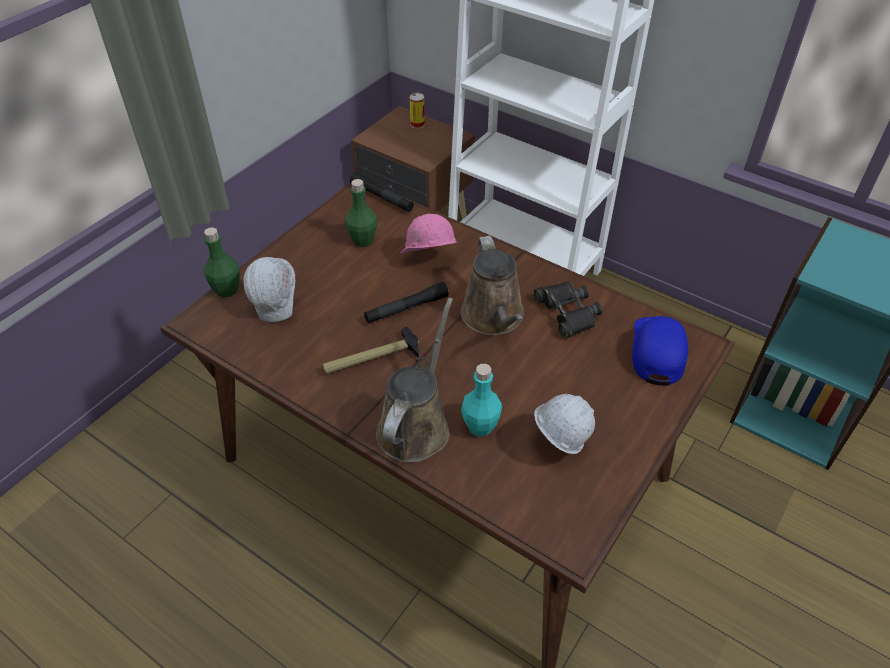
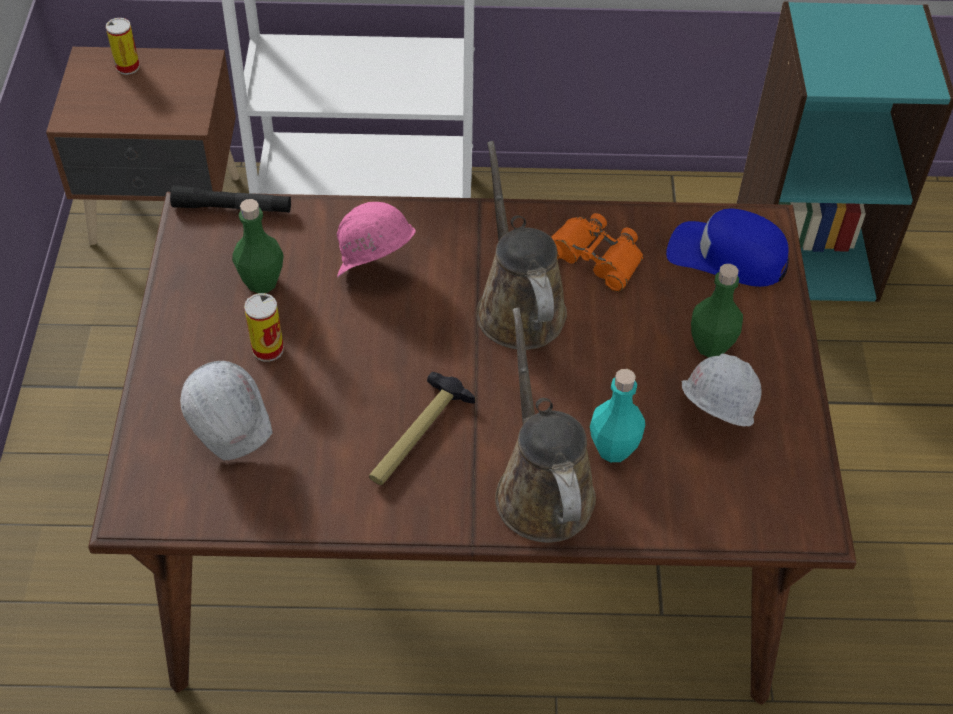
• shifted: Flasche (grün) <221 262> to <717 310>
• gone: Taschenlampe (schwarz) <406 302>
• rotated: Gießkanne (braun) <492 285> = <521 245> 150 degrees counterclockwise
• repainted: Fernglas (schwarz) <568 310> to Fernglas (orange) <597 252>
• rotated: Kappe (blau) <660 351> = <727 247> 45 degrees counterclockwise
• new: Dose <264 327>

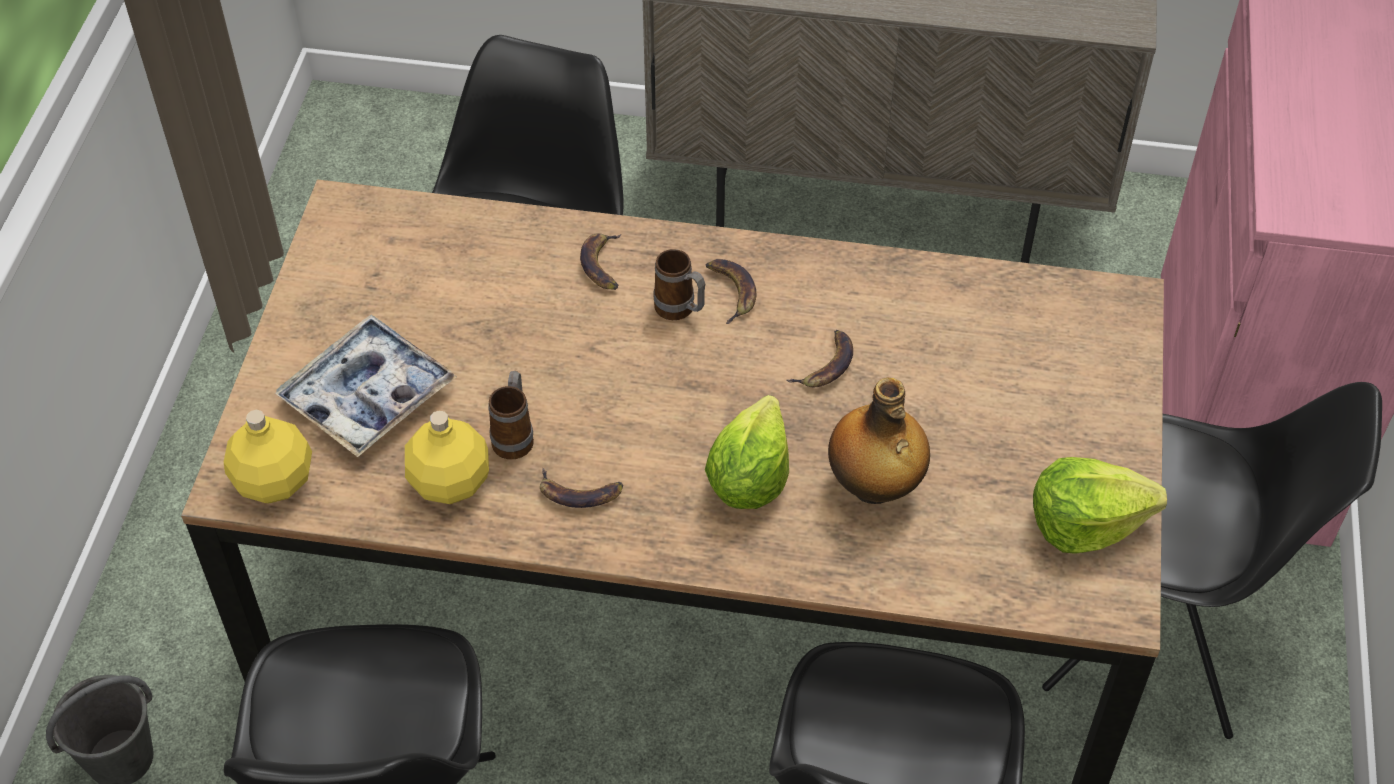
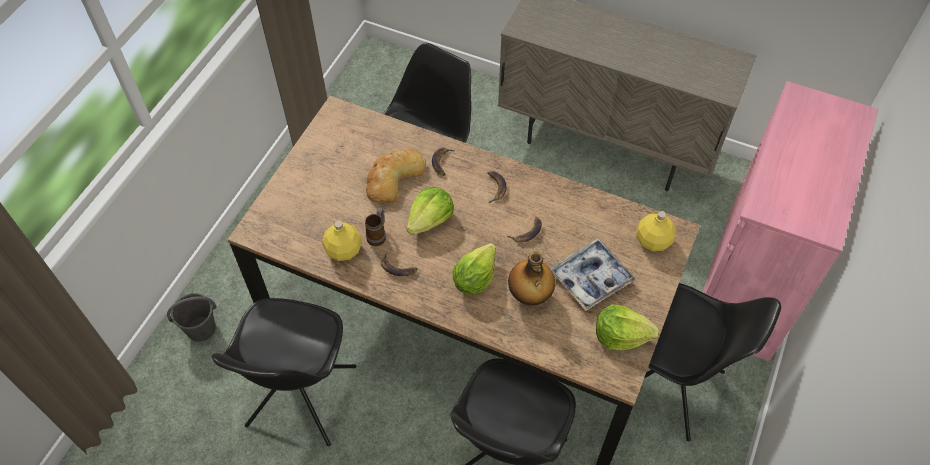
• shifted: Flasche (gelb) <268 457> to <656 231>
• shifted: Tablett <366 386> to <593 274>
• gone: Henkelbecher <679 284>
• new: Brot <396 176>
• new: Salatkopf <430 211>

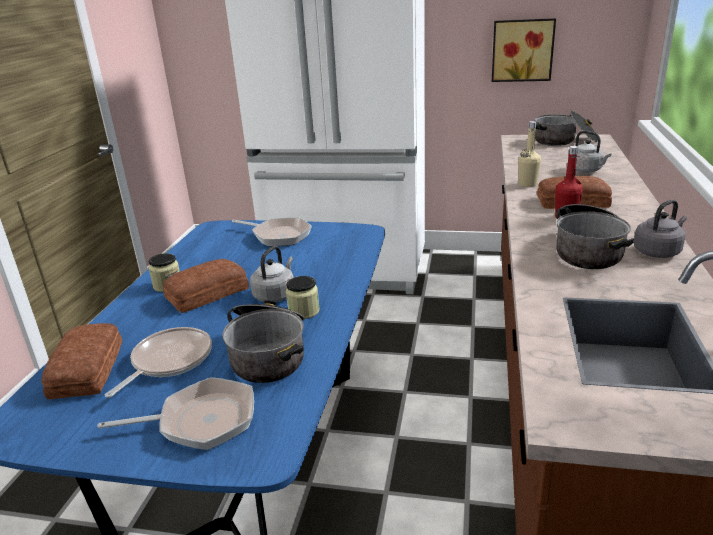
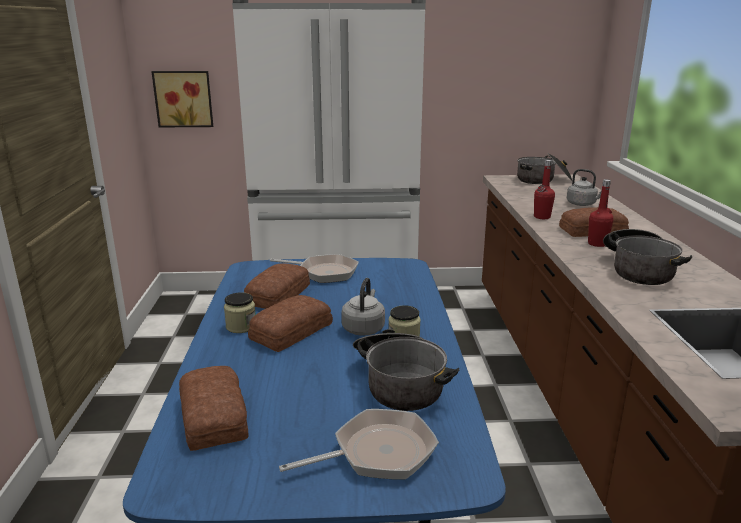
• gone: Pfanne <158 362>
• shifted: Bild <524 50> to <182 99>
• repainted: Flasche (beige) <529 154> to Flasche (rot) <544 189>
• gone: Wasserkessel (grau) <660 228>
• new: Brot <277 286>

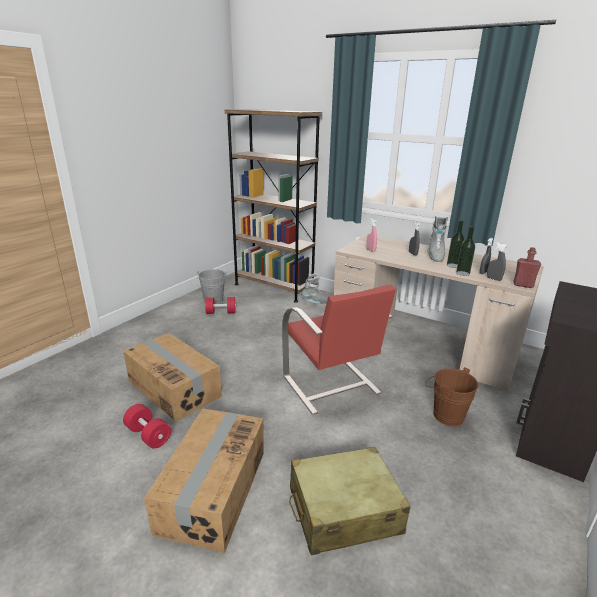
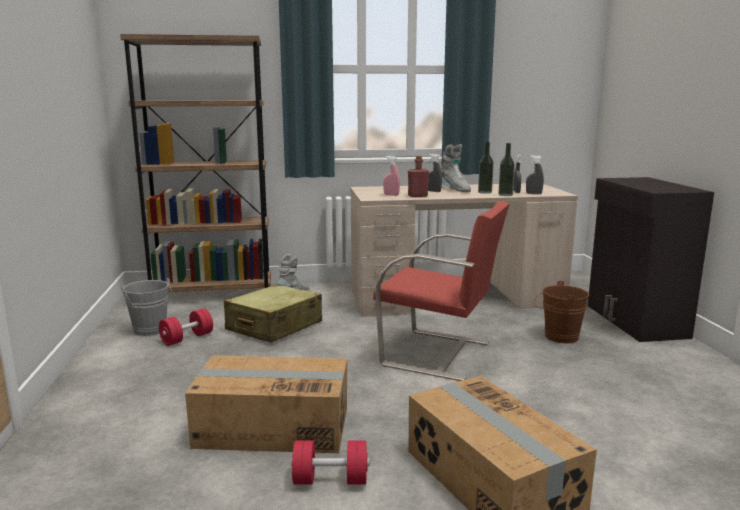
• shifted: Koffer (beige) <349 501> to <273 313>
• shifted: Flasche (rot) <527 267> to <418 176>

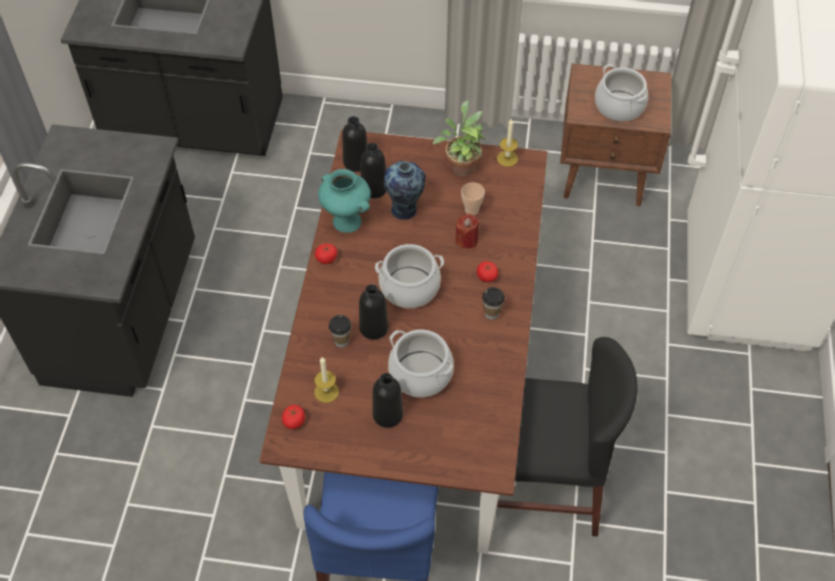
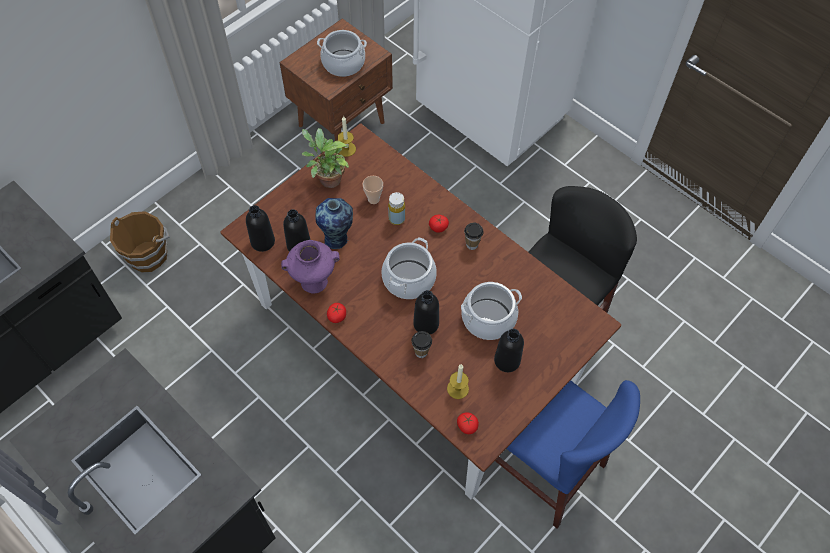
• repainted: Vase (türkis) <344 201> to Vase (lila) <310 266>
• swapped: Kerze (rot) <467 231> to Flasche (gelb) <396 208>
• new: Eimer (braun) <140 242>

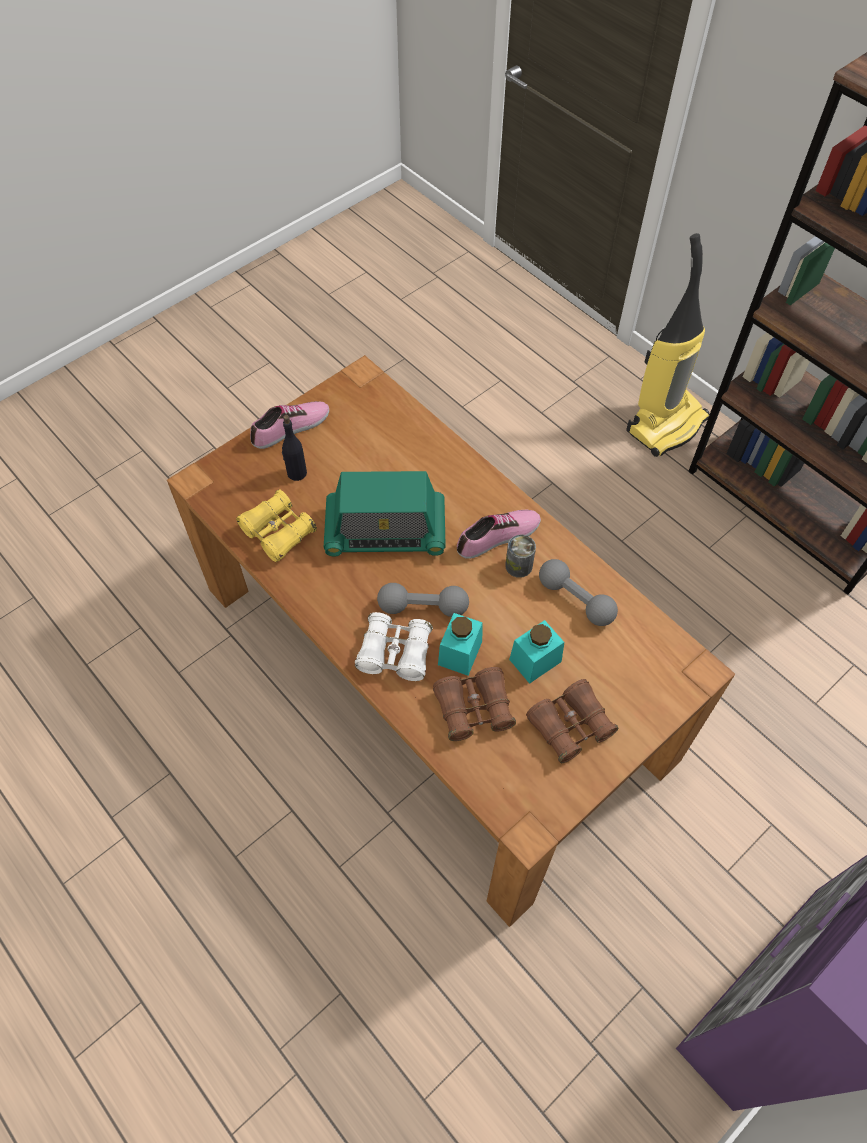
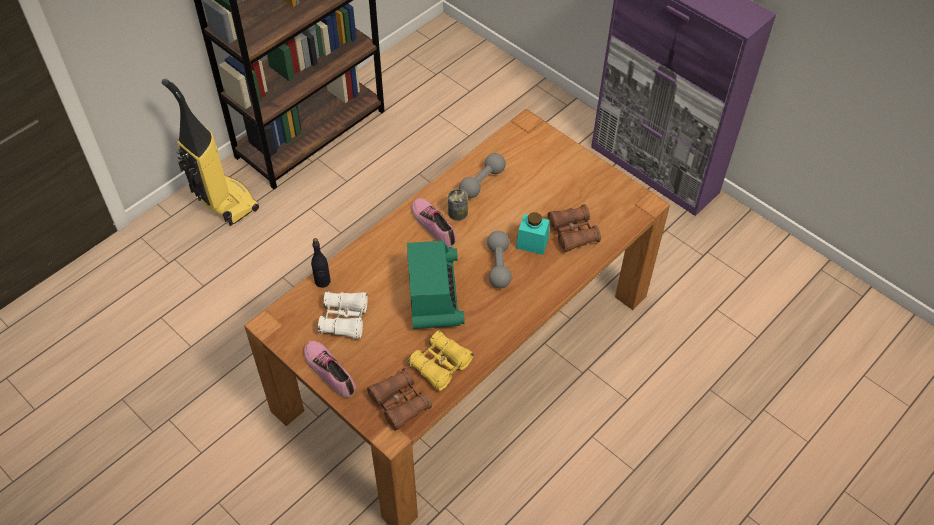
• shifted: Flasche (schwarz) <294 448> to <321 263>
• shifted: Fernglas (weiß) <394 646> to <343 315>
• gone: Vorratsglas (türkis) <536 652>
• shifted: Fernglas (braun) <572 721> to <399 399>

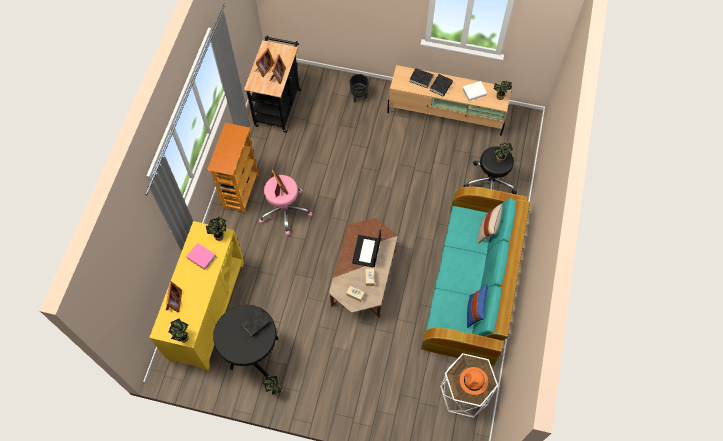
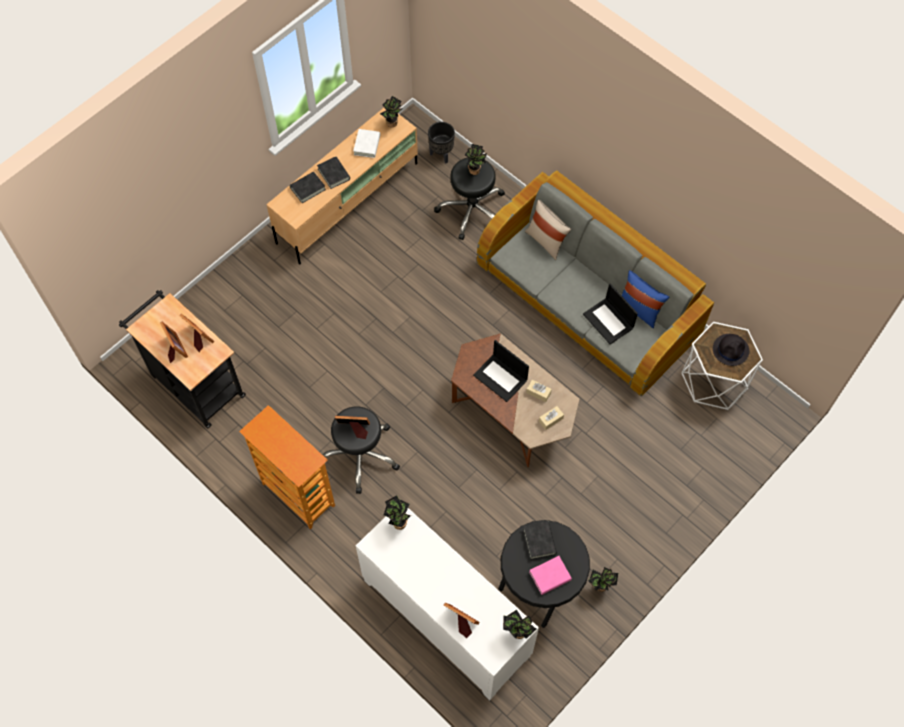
• repainted: Schrank (gelb) <196 296> to Schrank (weiß) <447 604>
• shifted: Buch (rosa) <201 256> to <550 575>
• repainted: Hocker (rosa) <286 205> to Hocker (schwarz) <361 450>
• shifted: Pflanzkübel (schwarz) <359 88> to <441 143>
• repainted: Sofa (türkis) <475 276> to Sofa (grau) <595 283>
• repainted: Hut (orange) <474 381> to Hut (schwarz) <731 350>
• new: Laptop <610 314>

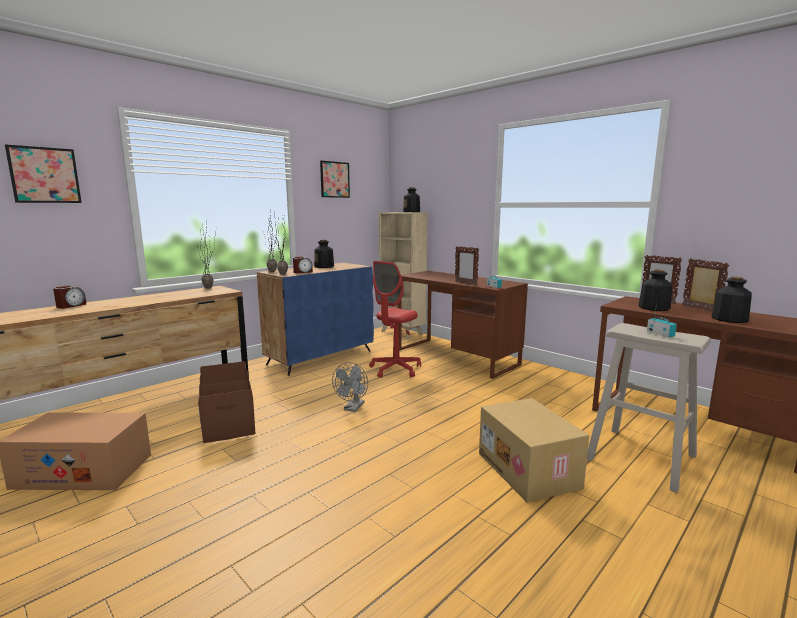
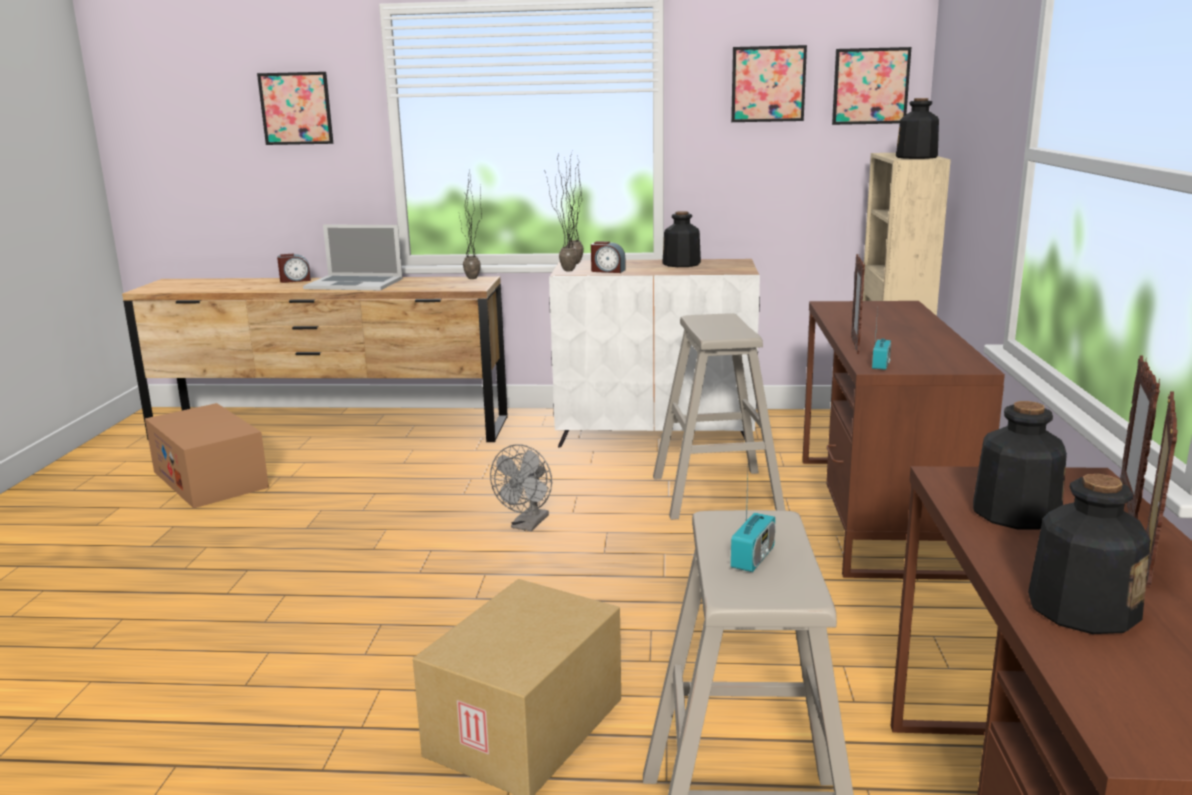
• gone: Aufbewahrungsbox (braun) <226 402>
• repainted: Schrank (blau) <315 319> to Schrank (weiß) <654 353>
• rotated: Ventilator (grau) <350 387> = <521 487> 45 degrees counterclockwise
• swapped: Bürostuhl (rot) <395 319> to Hocker (beige) <719 416>
• new: Laptop <353 257>
• new: Bild <871 86>

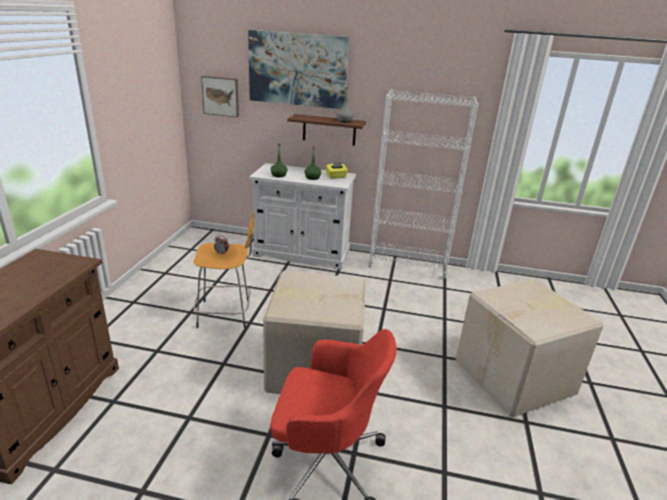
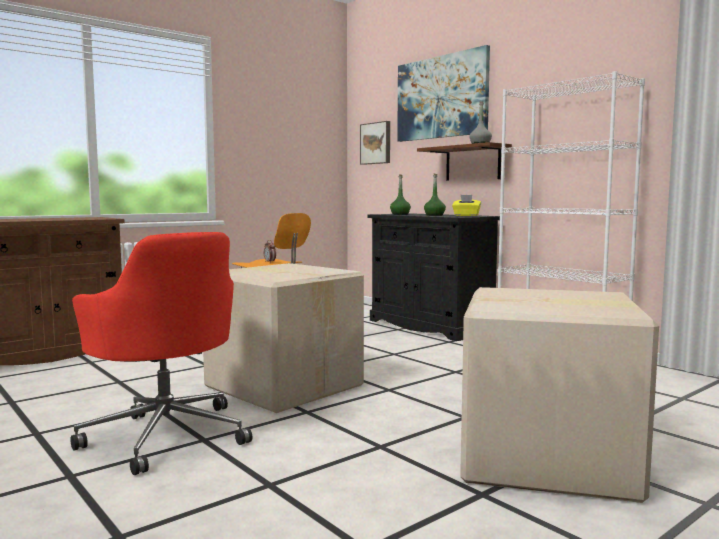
• repainted: Schrank (weiß) <302 216> to Schrank (schwarz) <434 277>

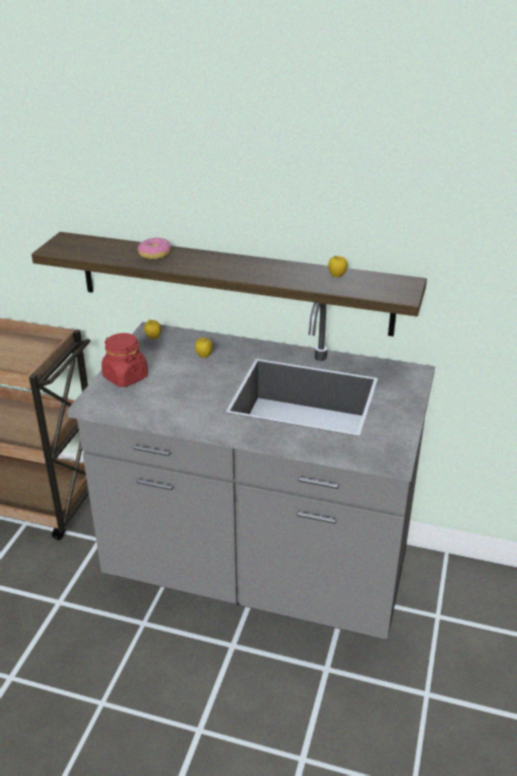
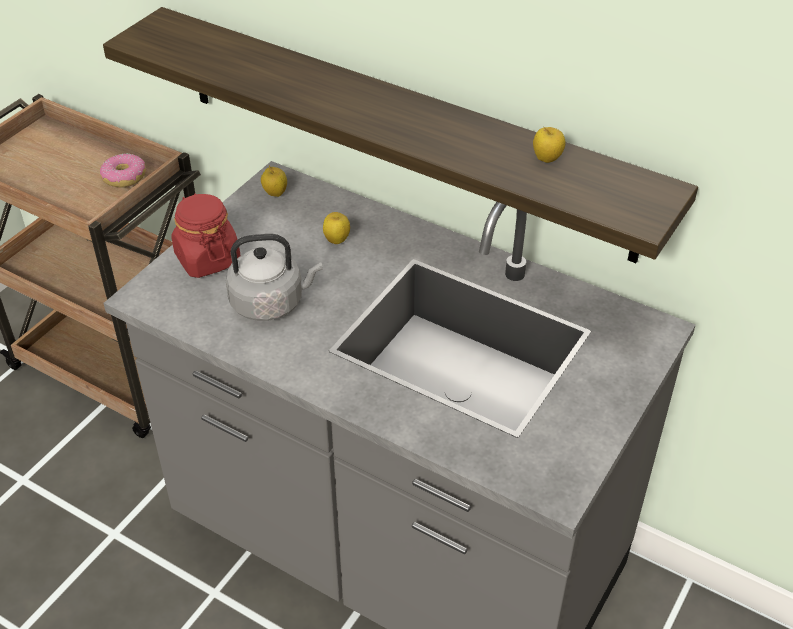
• shifted: Donut <154 248> to <123 171>
• new: Wasserkessel (grau) <274 277>

